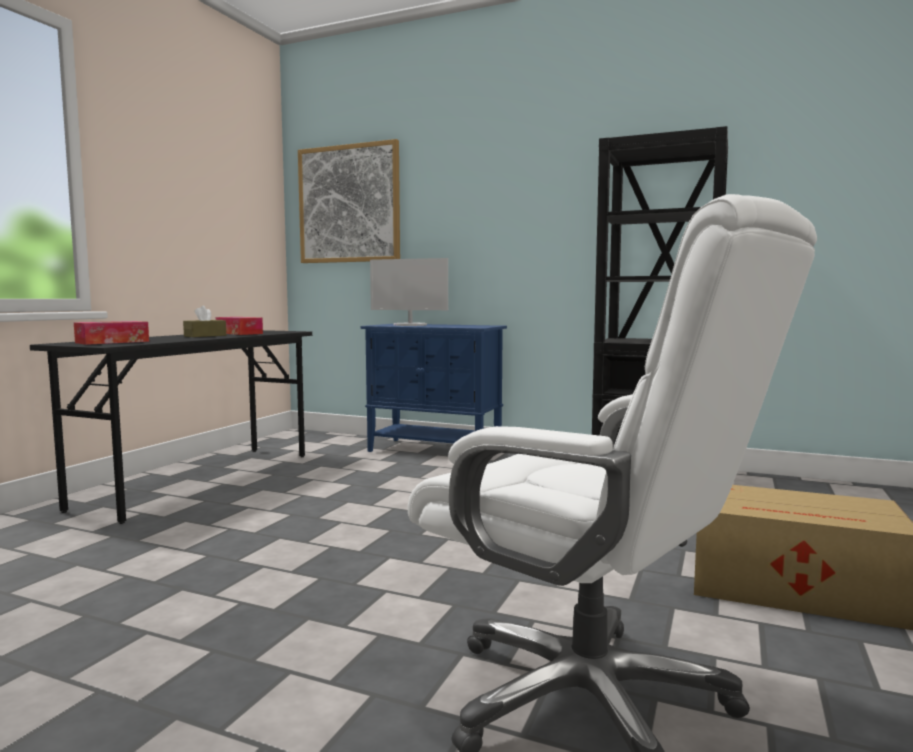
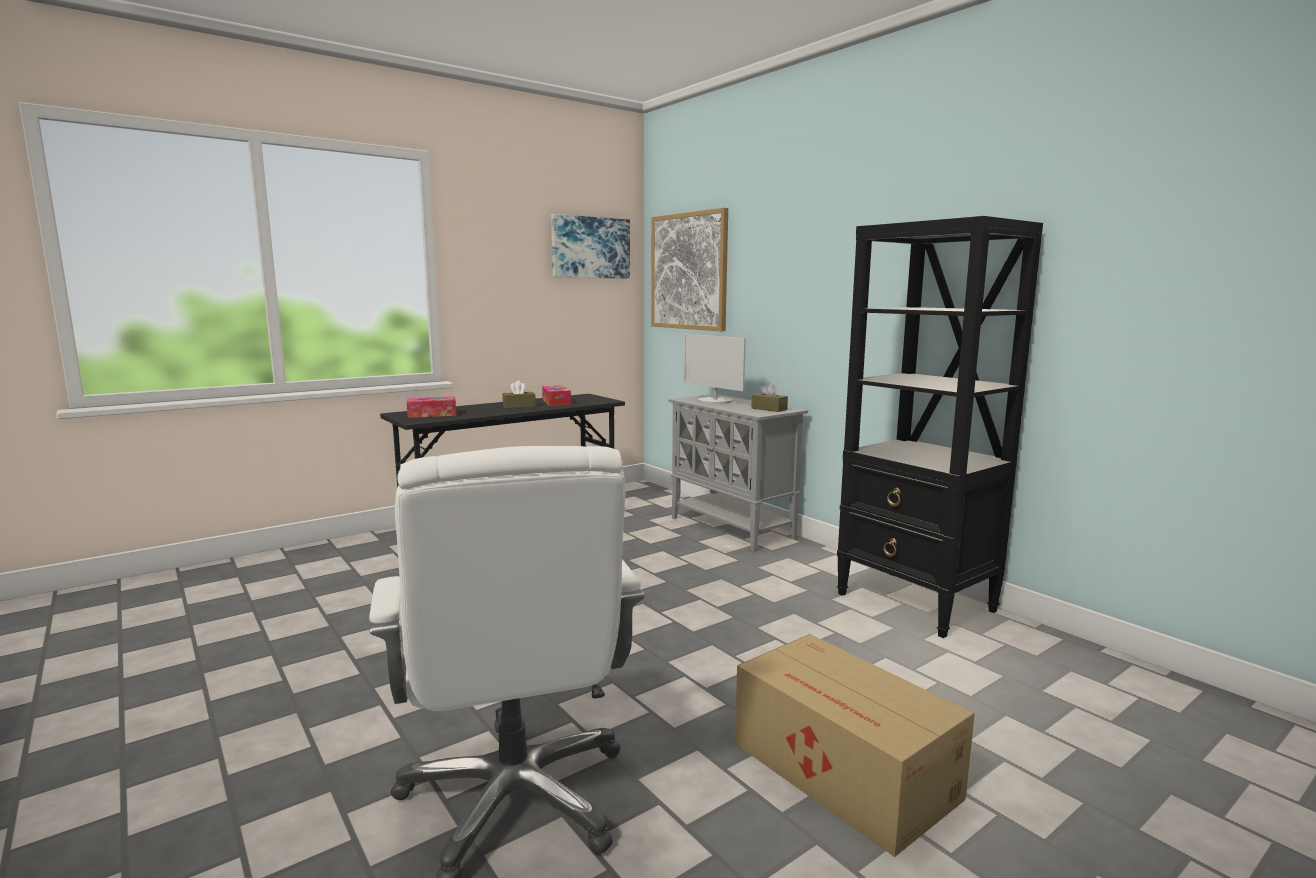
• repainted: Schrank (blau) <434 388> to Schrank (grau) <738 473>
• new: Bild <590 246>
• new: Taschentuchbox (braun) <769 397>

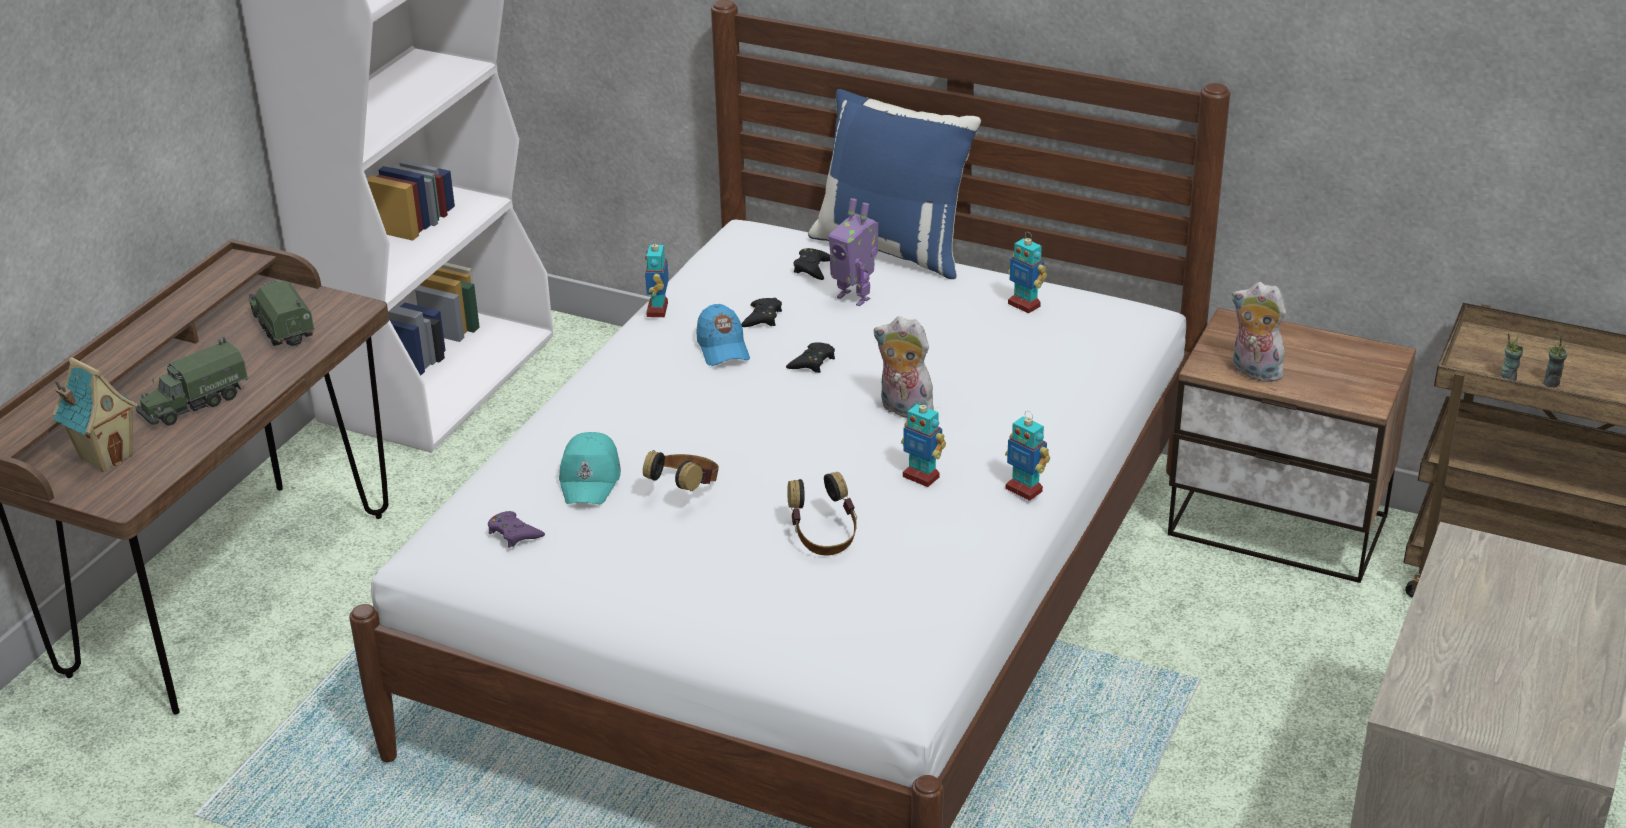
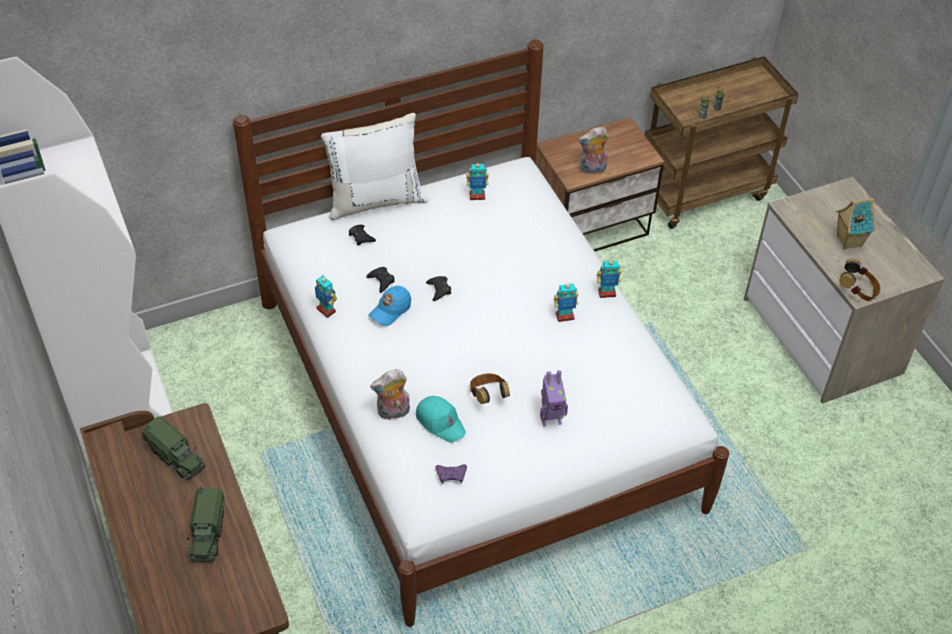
• shifted: Spielzeughaus <95 414> to <856 224>
• rotated: Spielzeuglaster <282 313> = <174 448> 150 degrees counterclockwise
• rotated: Kappe (blau) <723 335> = <389 306> 105 degrees clockwise
• shifted: Kopfhörer <822 514> to <859 279>
• repainted: Kissen (blau) <894 184> to Kissen (weiß) <375 166>
• shifted: Spielzeugroboter <853 252> to <554 398>
• shifted: Plüschtier <904 367> to <390 394>

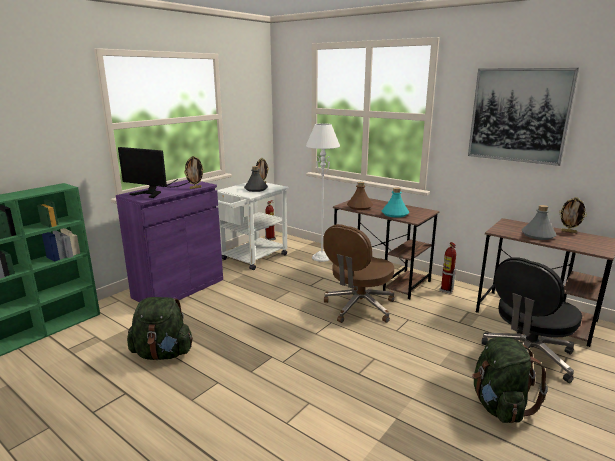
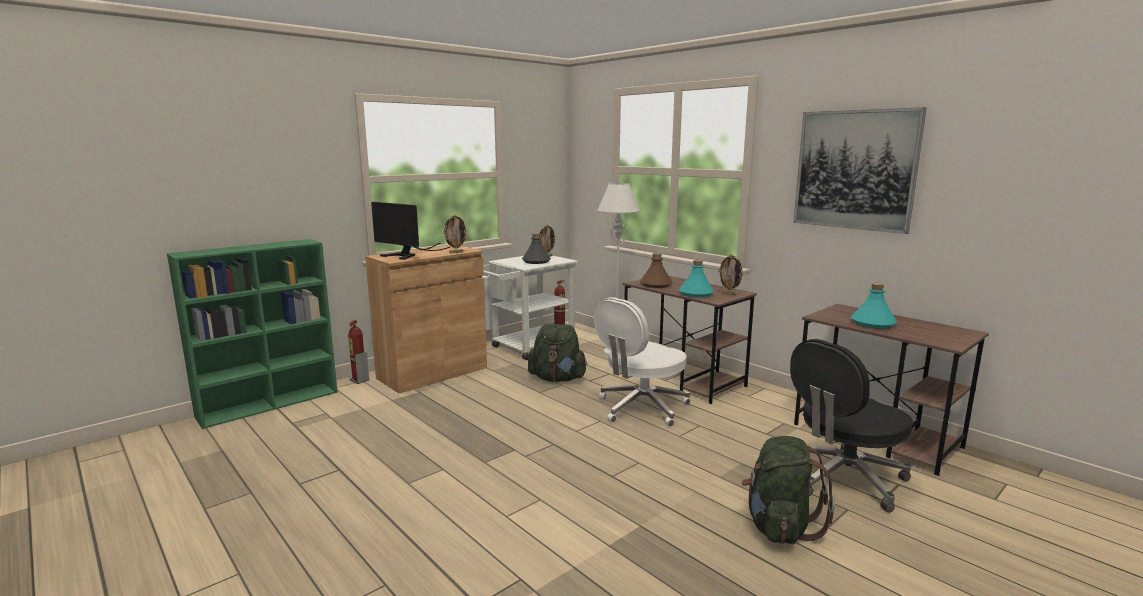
• repainted: Schrank (lila) <169 241> to Schrank (braun) <426 319>
• shifted: Rucksack (grün) <160 328> to <558 353>
• repainted: Bürostuhl (braun) <359 273> to Bürostuhl (weiß) <642 362>
• shifted: Feuerlöscher <448 268> to <358 352>
• repainted: Flasche (grau) <539 222> to Flasche (türkis) <874 305>
• shifted: Bilderrahmen <573 215> to <731 274>

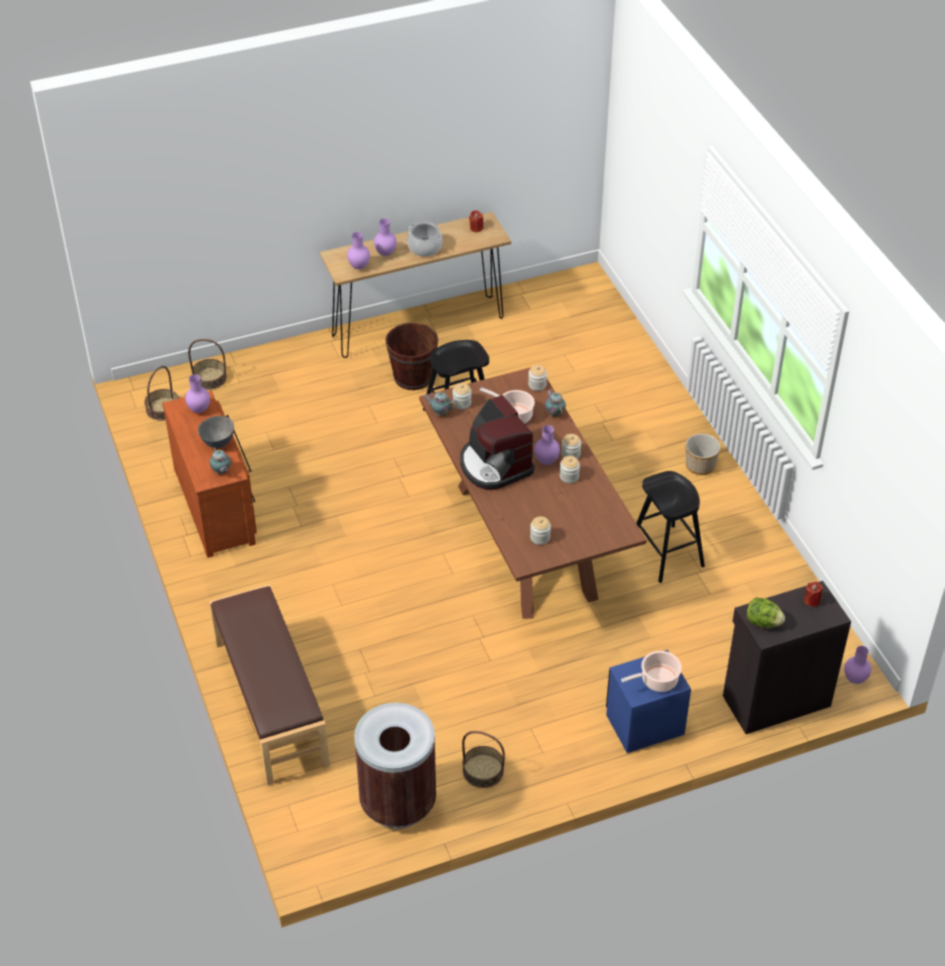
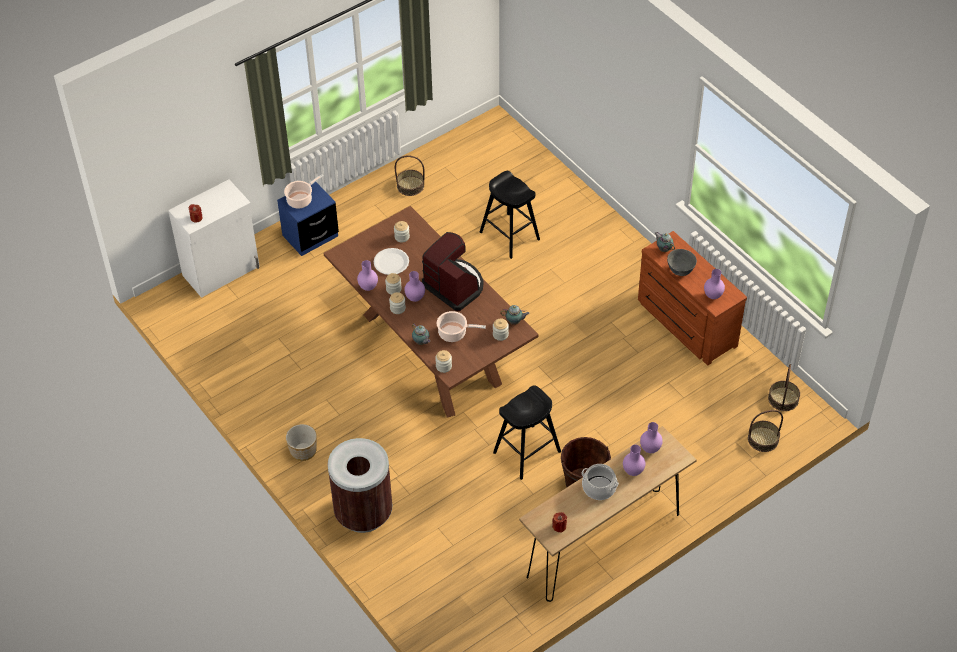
• gone: Bank (braun) <269 685>
• shifted: Mülleimer (braun) <395 766> to <360 485>
• shifted: Hocker (schwarz) <670 527> to <510 215>
• repainted: Schrank (schwarz) <787 657> to Schrank (weiß) <213 238>
• gone: Salatkopf <765 612>
• shifted: Vase (lila) <857 665> to <367 275>
• new: Teller (weiß) <391 261>

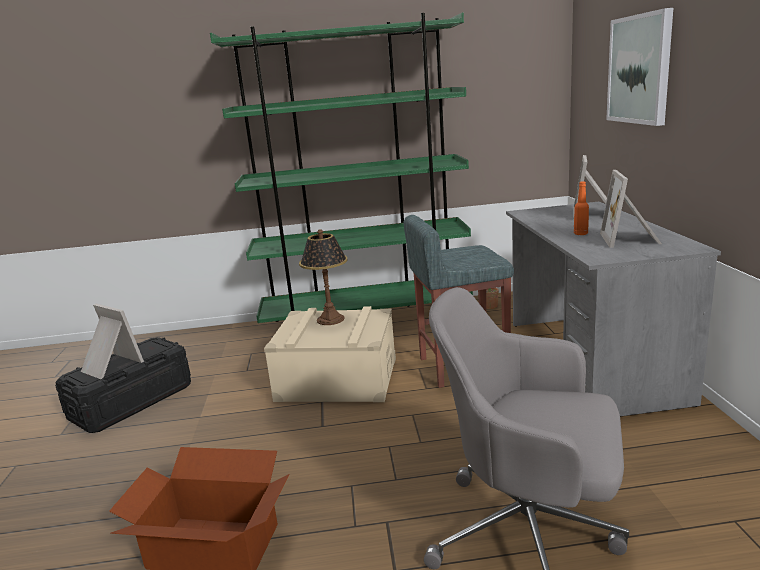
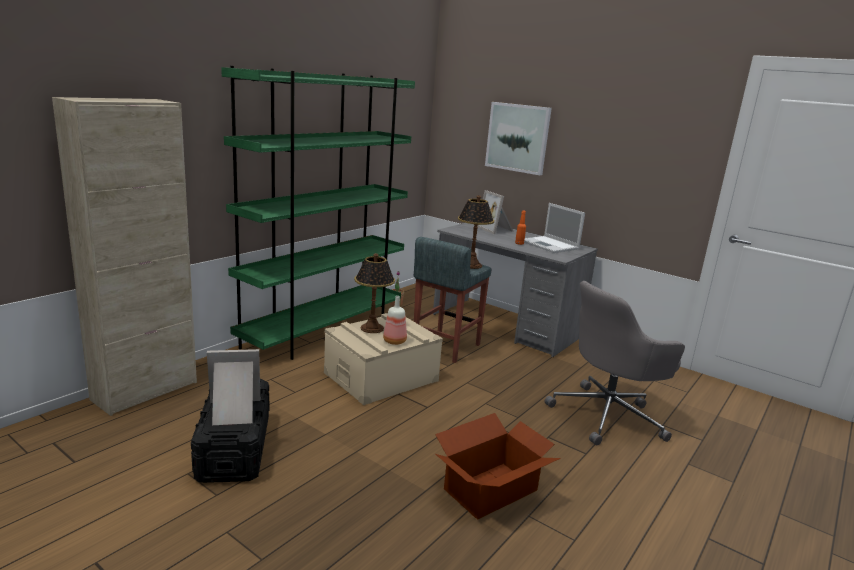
• swapped: Bilderrahmen <631 209> to Laptop <554 228>
• new: Schrank (beige) <124 256>
• new: Flasche <395 320>
• new: Tischlampe <476 232>

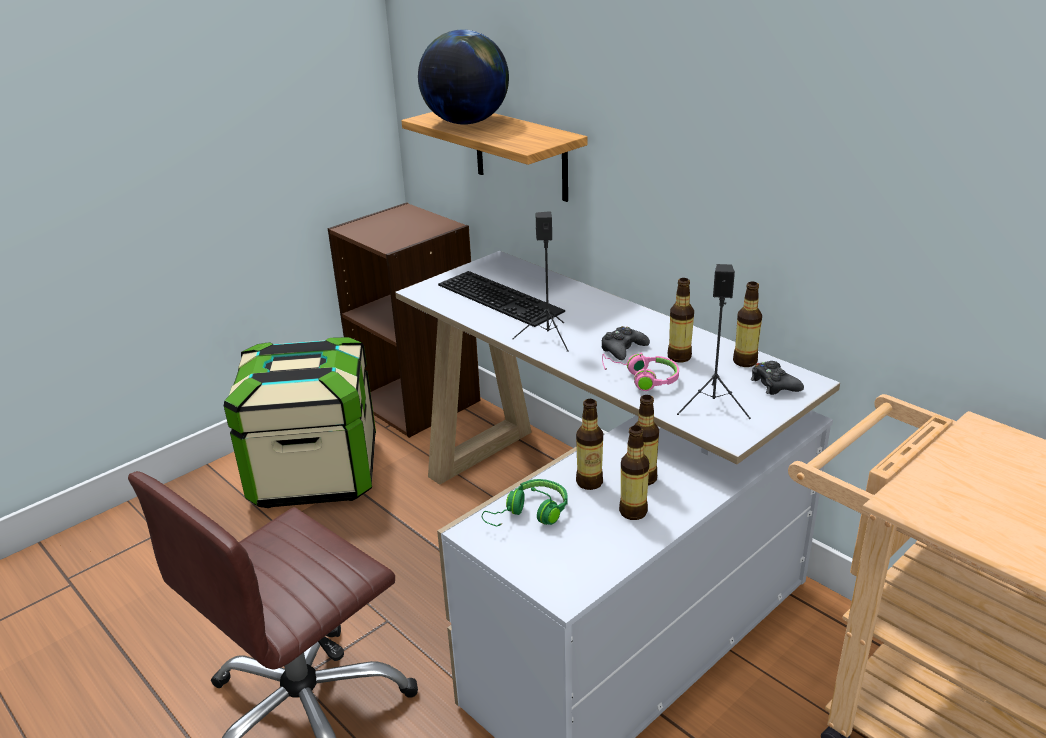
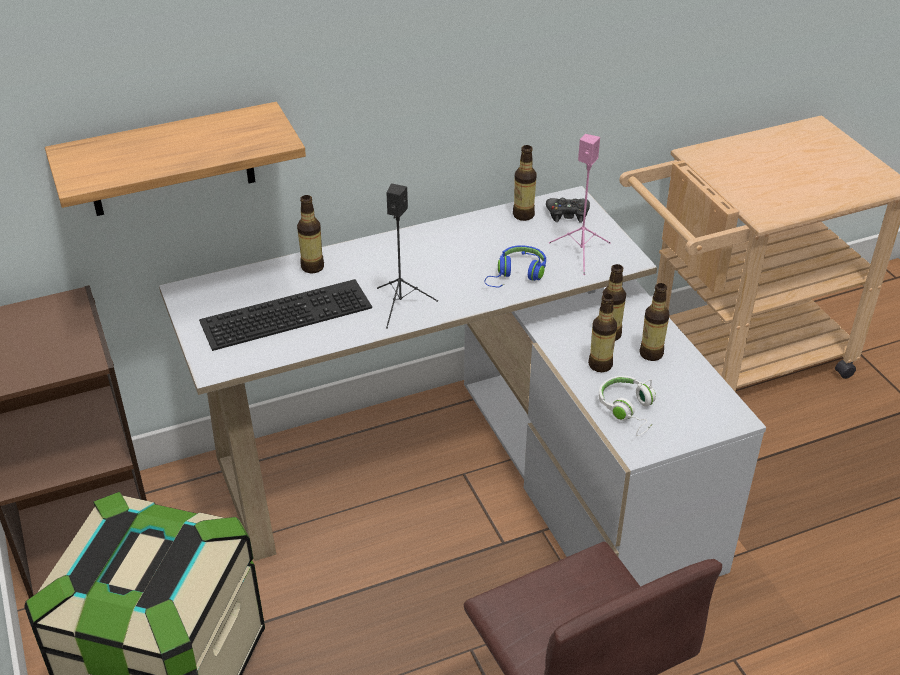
• gone: Globus <463 77>
• repainted: Kopfhörer (grün) <525 503> to Kopfhörer (weiß) <627 406>
• gone: Gamepad (schwarz) <625 343>
• repainted: Kopfhörer (rosa) <640 372> to Kopfhörer (blau) <515 266>
• shifted: Flasche <681 320> to <310 234>
• repainted: Lautsprecher (schwarz) <714 341> to Lautsprecher (rosa) <580 204>

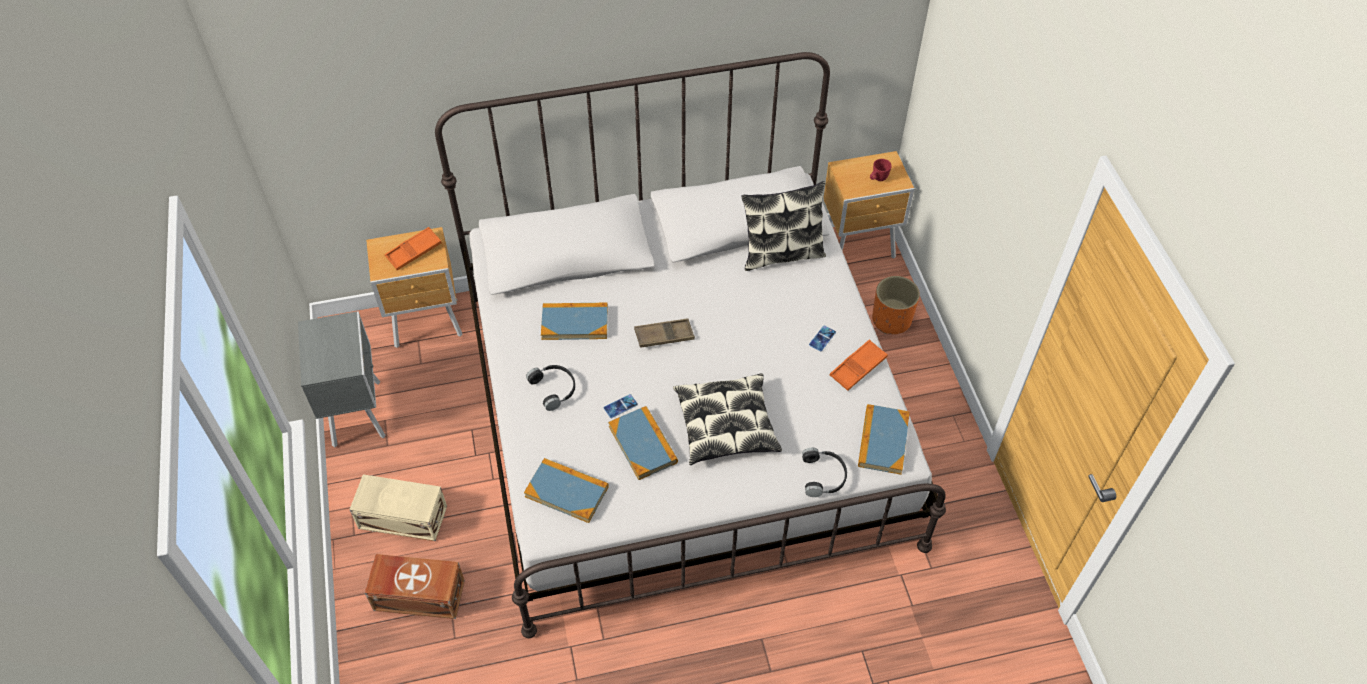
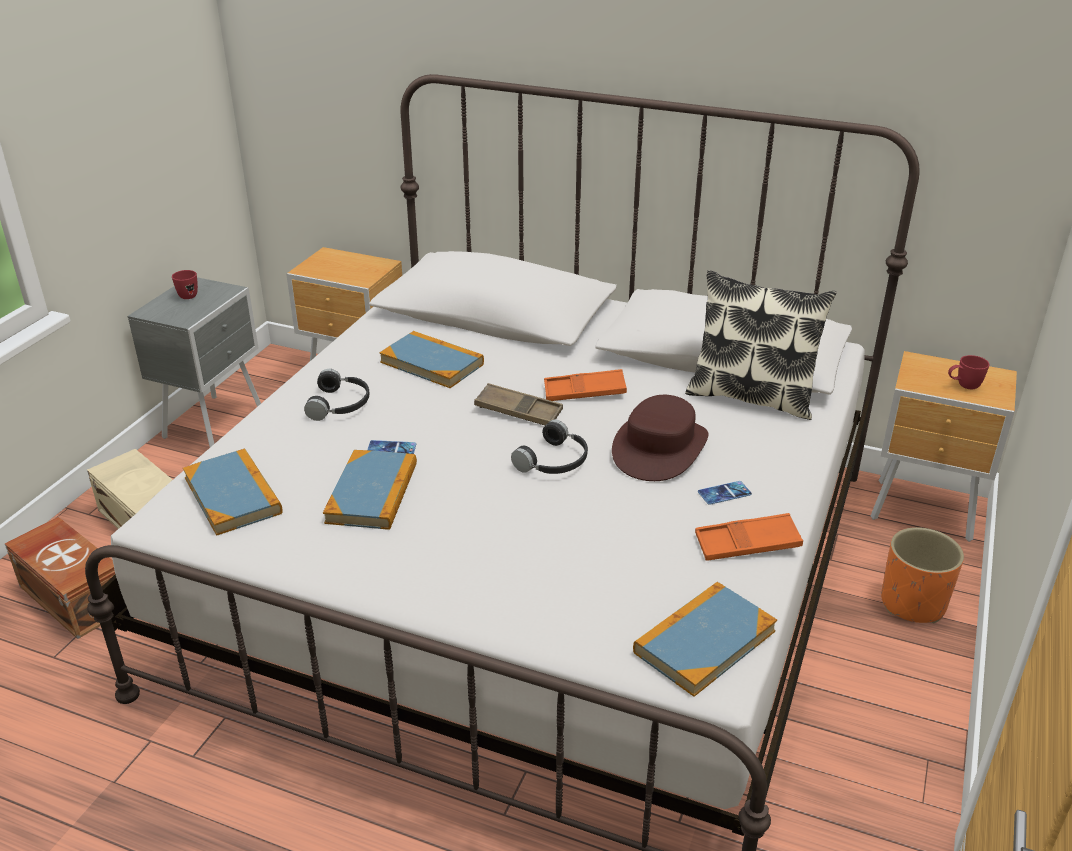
• shifted: Tablett (orange) <413 248> to <585 385>
• gone: Kissen <727 419>
• shifted: Kopfhörer (schwarz) <824 472> to <549 447>
• new: Henkelbecher (rot) <185 284>
• new: Hut (braun) <660 438>

